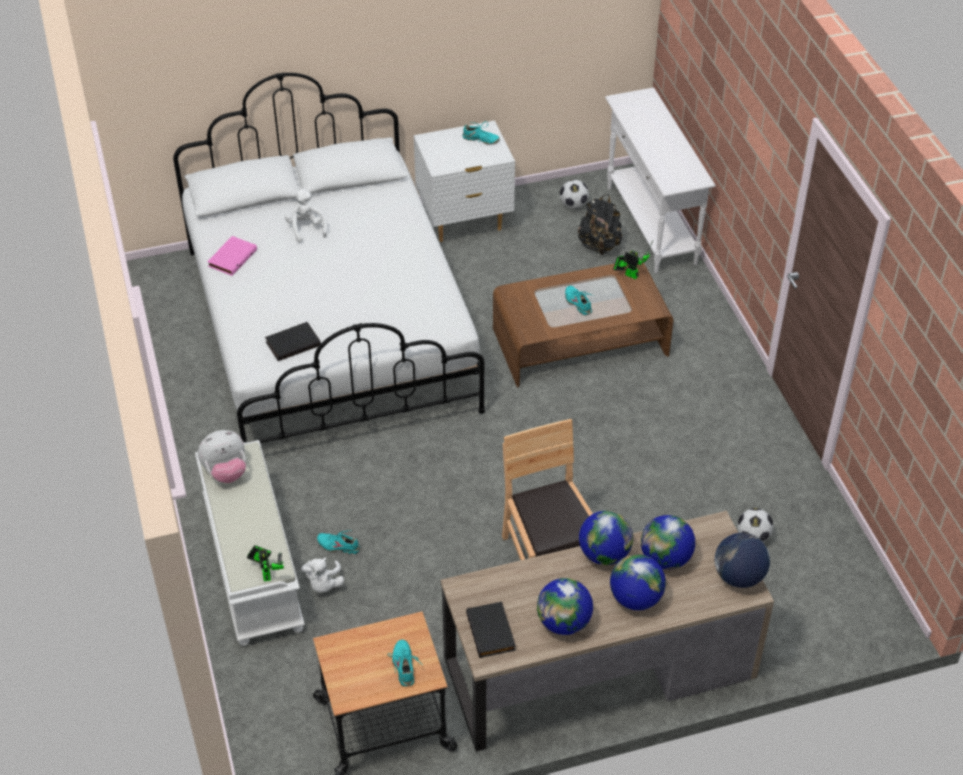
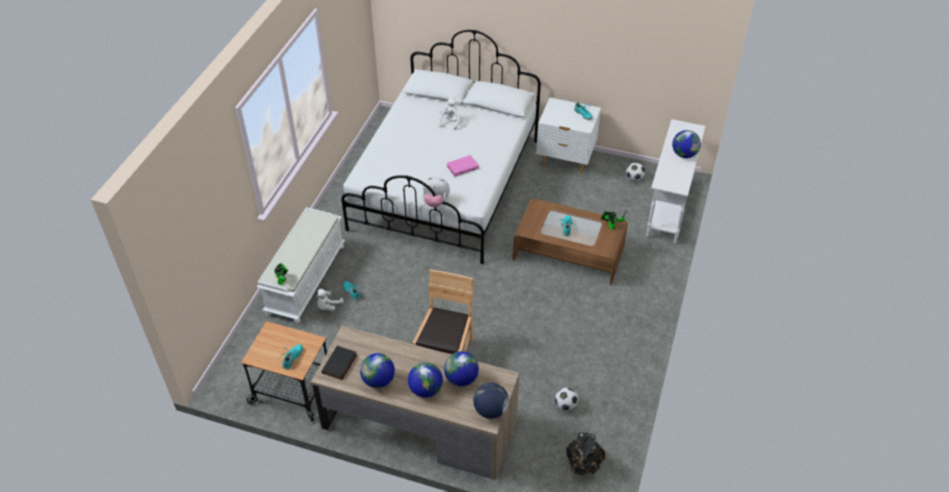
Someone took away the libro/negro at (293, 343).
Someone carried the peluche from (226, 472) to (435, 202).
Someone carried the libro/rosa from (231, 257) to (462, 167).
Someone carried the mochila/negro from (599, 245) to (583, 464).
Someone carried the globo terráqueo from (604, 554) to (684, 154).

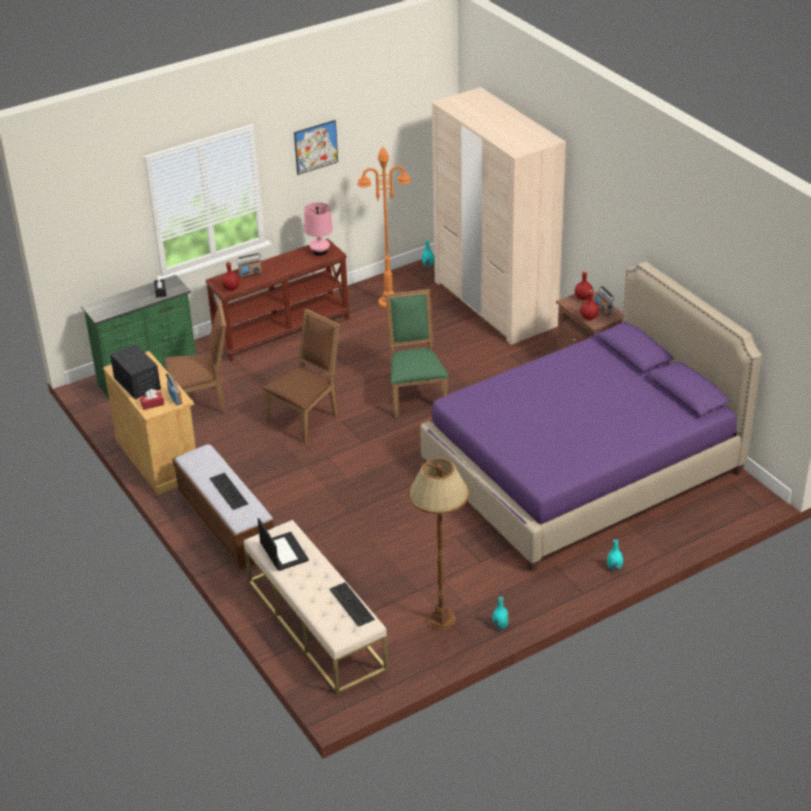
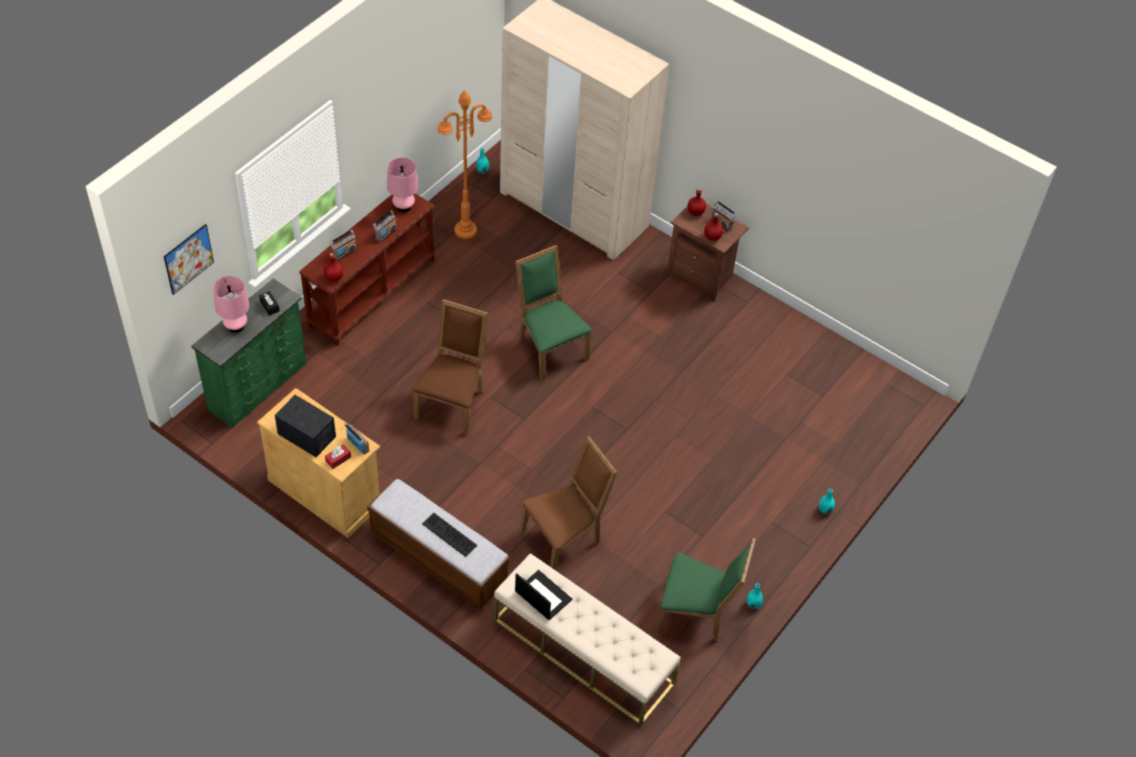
Someone took away the teclado at (350, 604).
Someone took away the cama/morado at (582, 469).
Someone put down the lámpara de mesa/rosa at (236, 326).
Someone put down the radio at (386, 234).
Someone carried the silla/marrón from (201, 404) to (564, 537).
Someone carried the cuadro from (316, 147) to (188, 259).
Someone swapped the lámpara de pie/marrón at (440, 620) for the silla/verde at (696, 613).

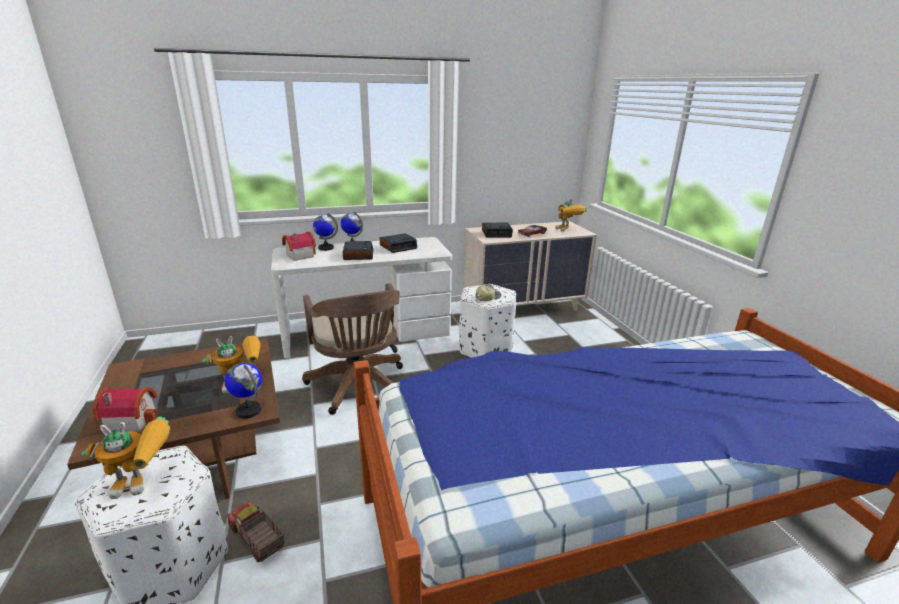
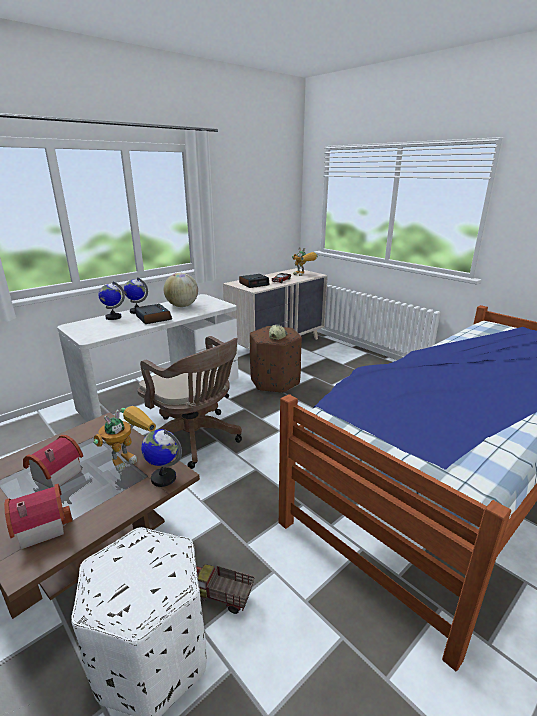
Someone took away the robot de juguete at (144, 482).
Someone carried the casita from (298, 255) to (54, 475).
Someone swapped the despertador at (398, 247) for the globo terráqueo at (182, 306).
Someone repainted the puf/blanco at (485, 348), which became the puf/marrón at (274, 381).

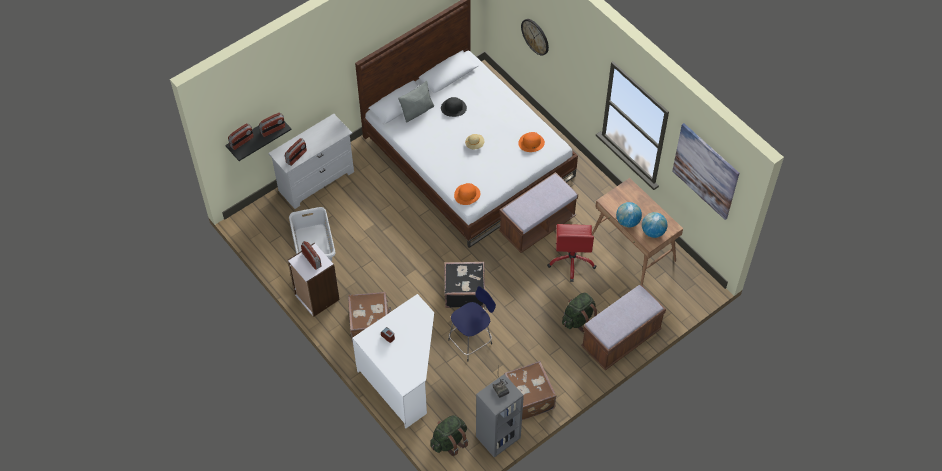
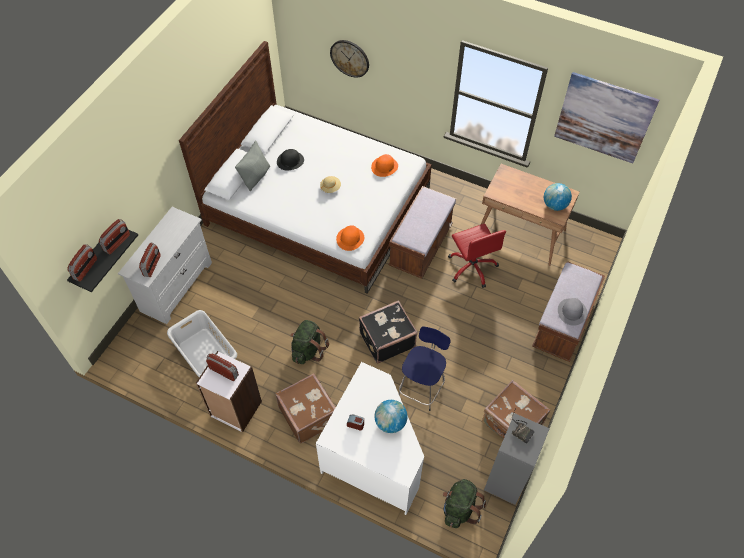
Someone put down the sombrero/gris at (572, 312).
Someone carried the mochila/verde from (578, 319) to (308, 350).
Someone carried the globo terráqueo from (627, 221) to (390, 422).

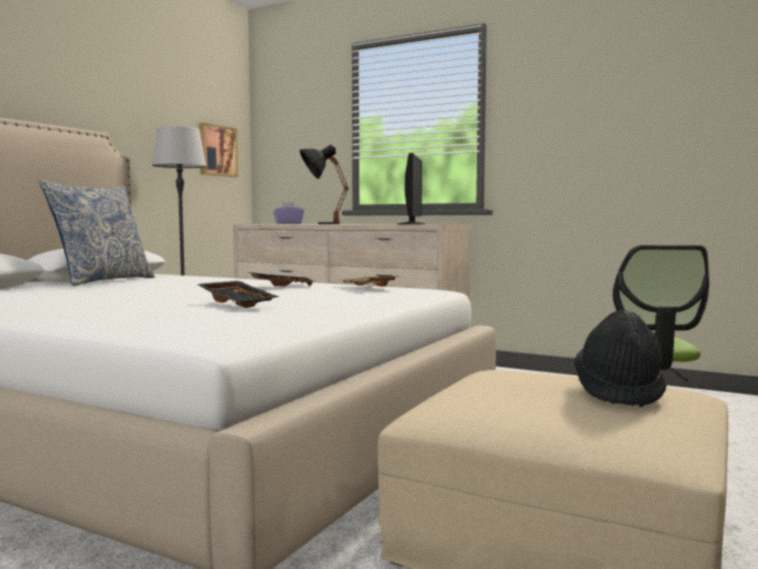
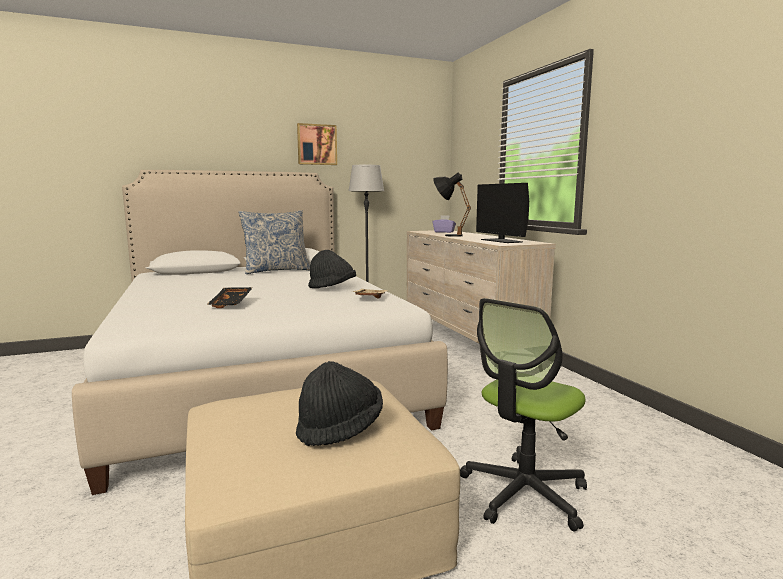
Someone carried the cuadro from (216, 151) to (316, 144).
Someone swapped the bandeja/negro at (281, 286) for the sombrero/negro at (332, 288).
Someone rotated the monitor at (412, 224) by 105 degrees clockwise.

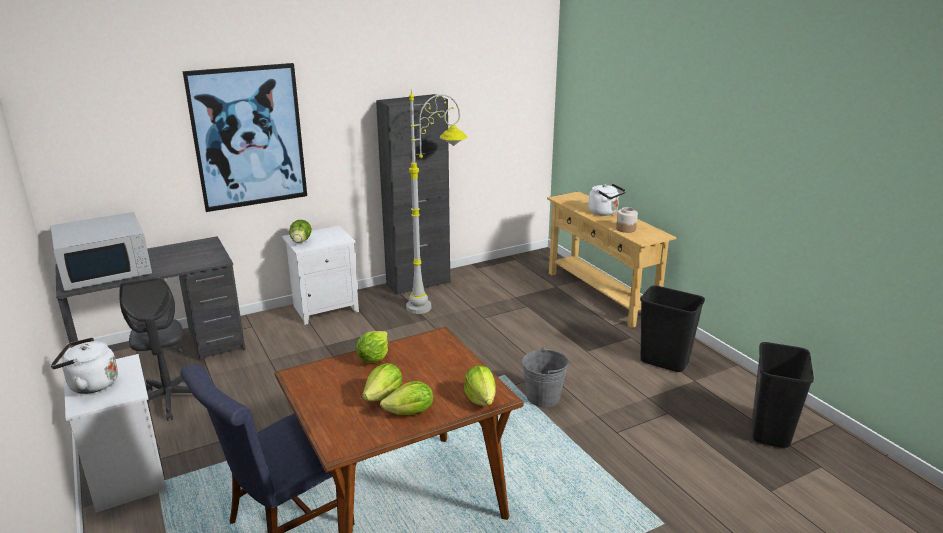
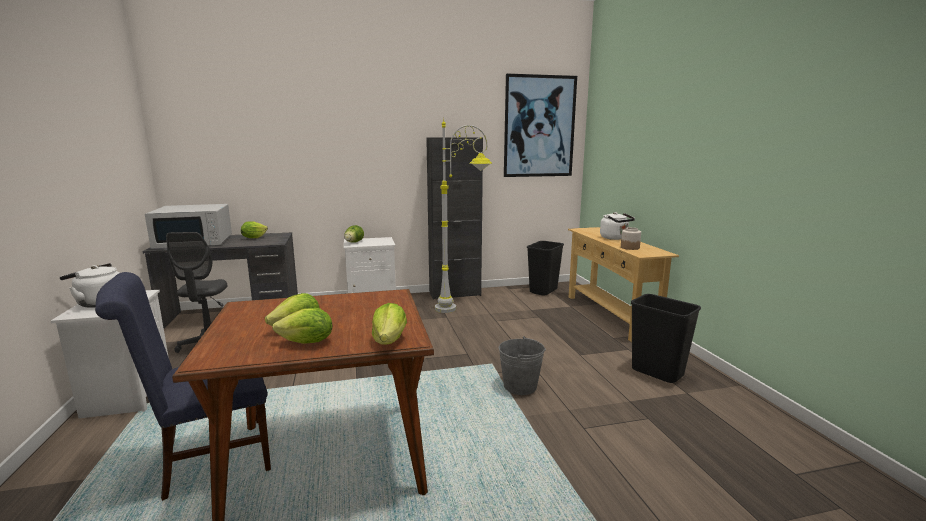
Someone carried the cuadro from (248, 137) to (539, 126).
Someone carried the lechuga from (373, 358) to (254, 238).
Someone carried the papelera/negro from (771, 432) to (543, 291).

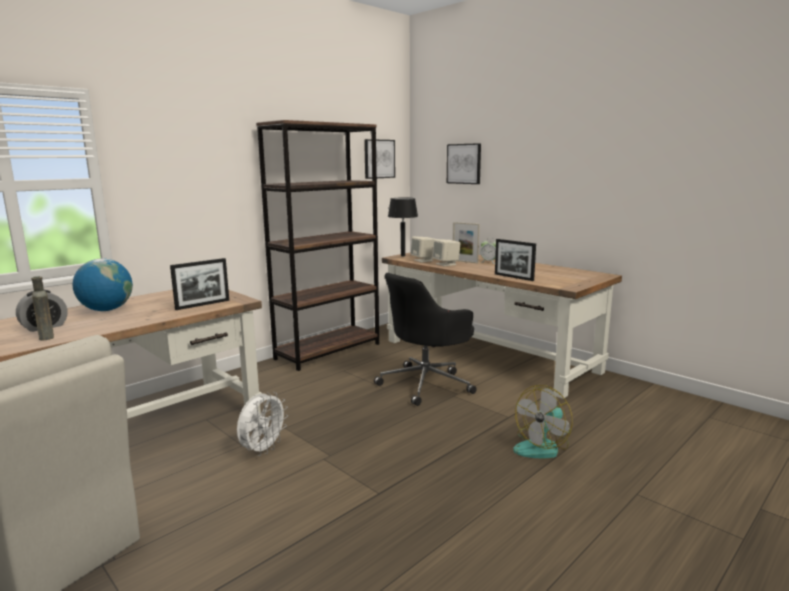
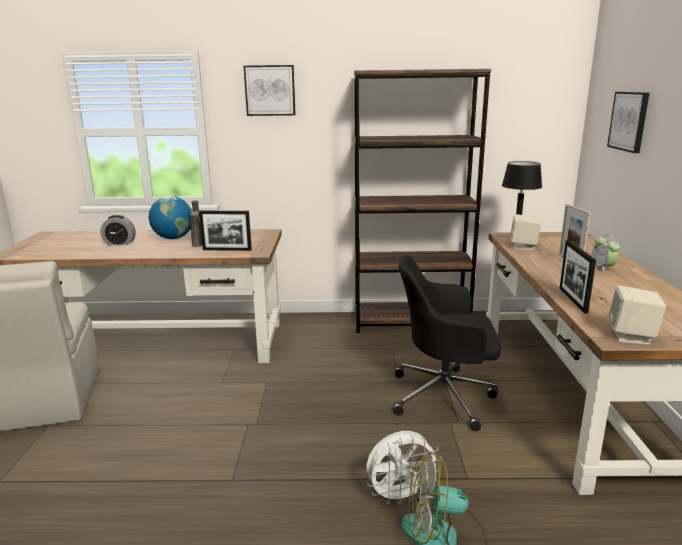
Someone carried the botella/marrón from (47, 337) to (198, 244).
Someone carried the ventilador/blanco from (263, 449) to (400, 496).
Someone carried the cuadro from (379, 159) to (270, 90).
Someone carried the altavoz/beis from (446, 264) to (631, 337).

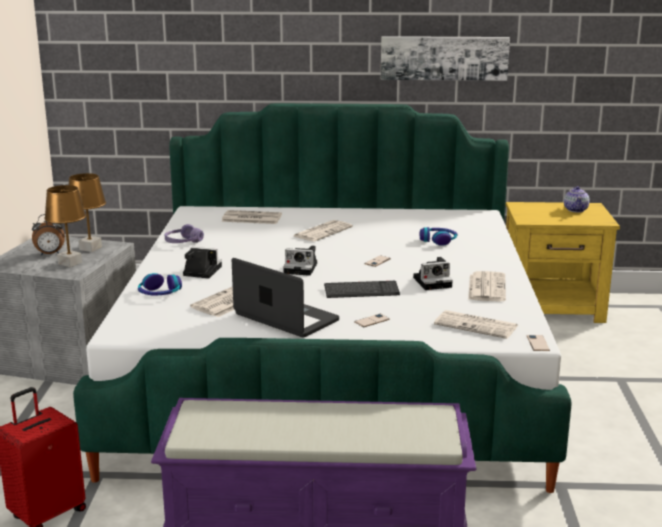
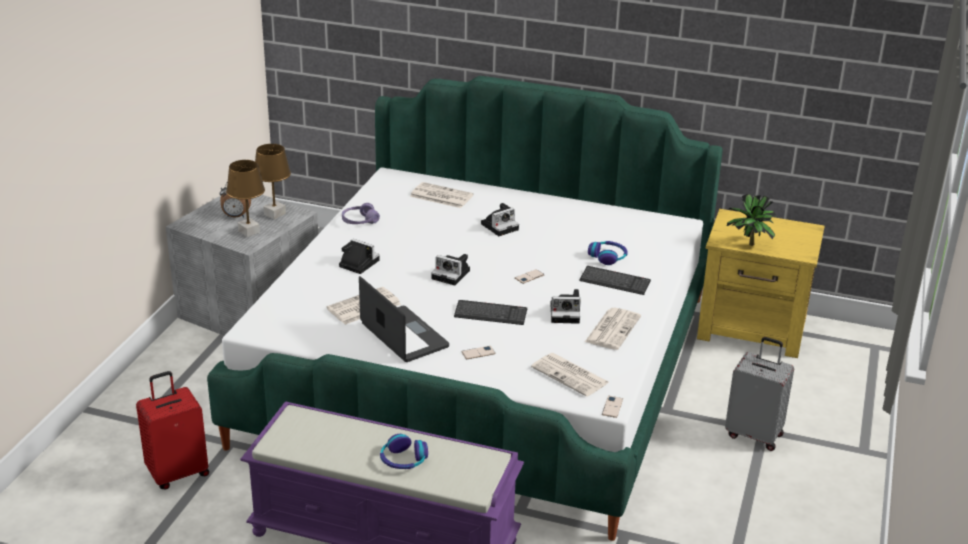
Someone took away the cuadro at (444, 58).
Someone took away the tetera at (576, 210).
Someone put down the teclado at (615, 282).
Someone put down the maleta/gris at (754, 434).
Someone put down the planta en maceta at (748, 245).
Someone carried the auriculares from (159, 293) to (403, 460).
Someone swapped the periódico at (322, 231) for the cámara at (500, 226).

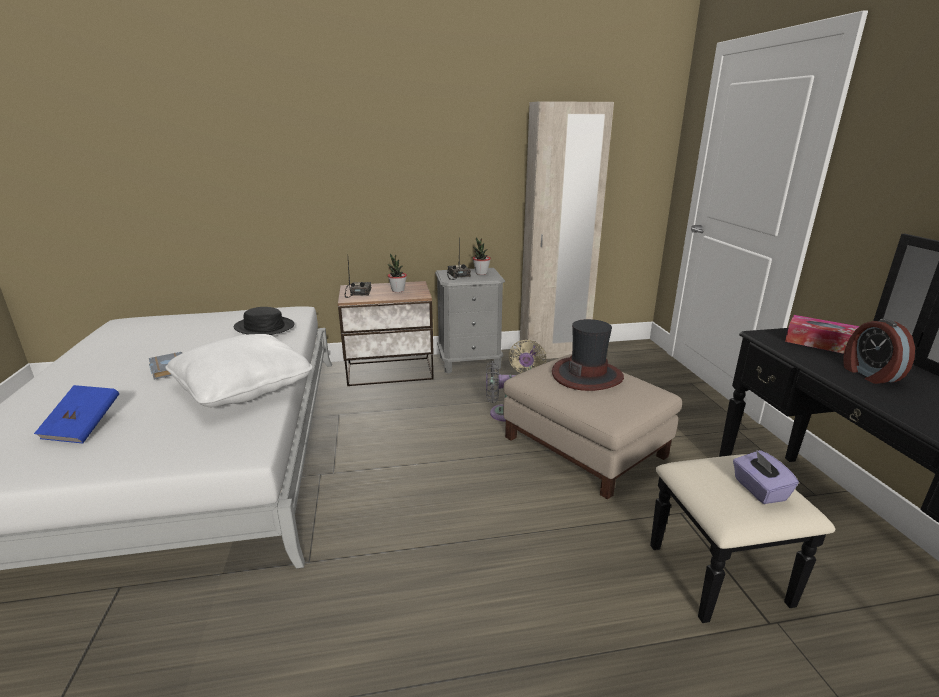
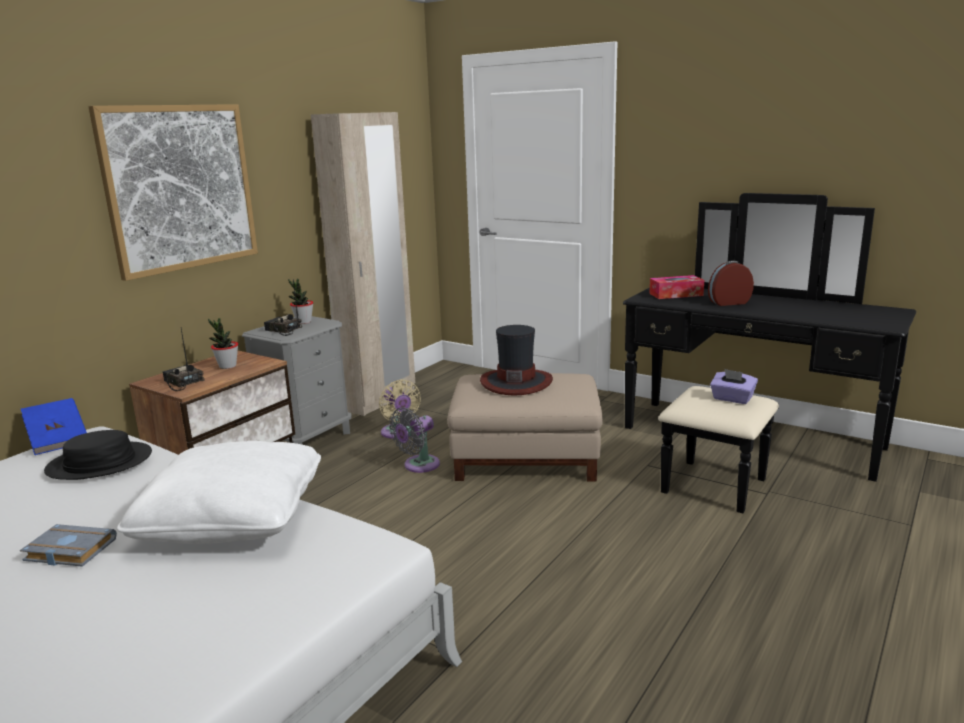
Someone put up the cuadro at (180, 188).
Someone carried the libro/azul from (83, 427) to (58, 440).
Someone rotated the despertador at (869, 374) by 135 degrees clockwise.

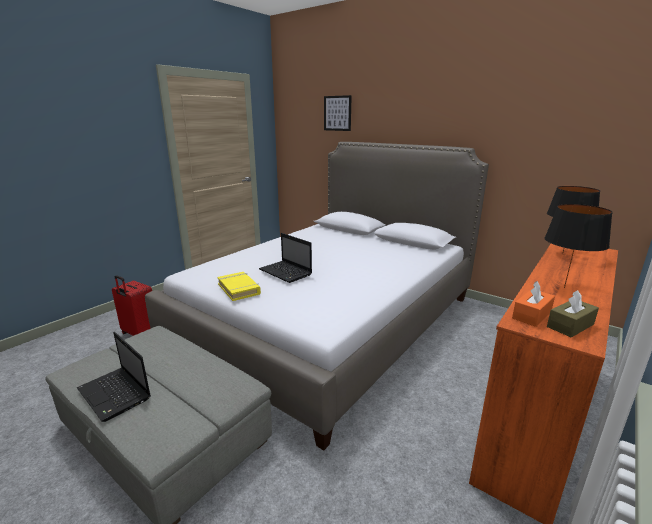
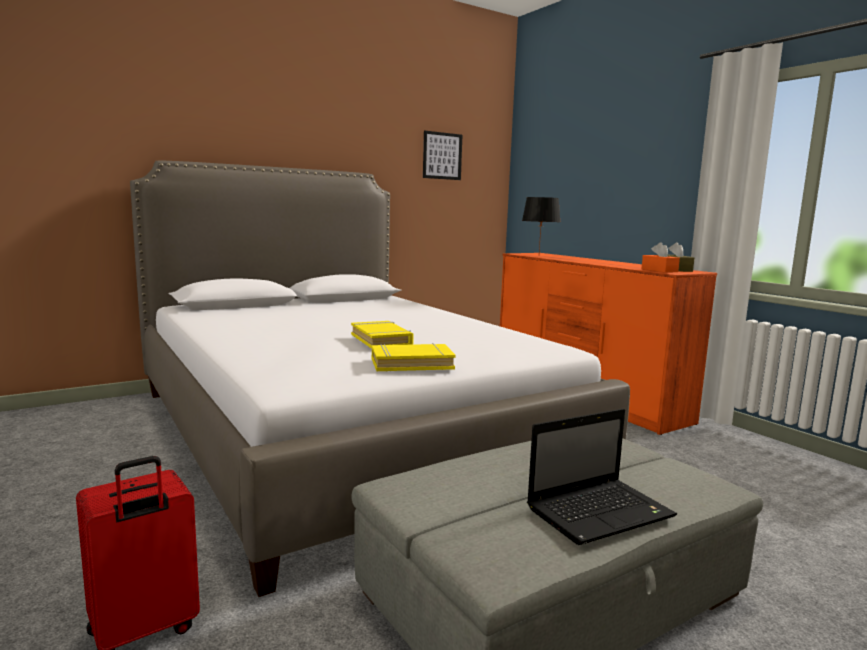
Someone took away the lámpara de mesa/negro at (563, 287).
Someone carried the cuadro from (337, 113) to (442, 156).
Someone swapped the portátil at (286, 272) for the libro/amarillo at (381, 340).

